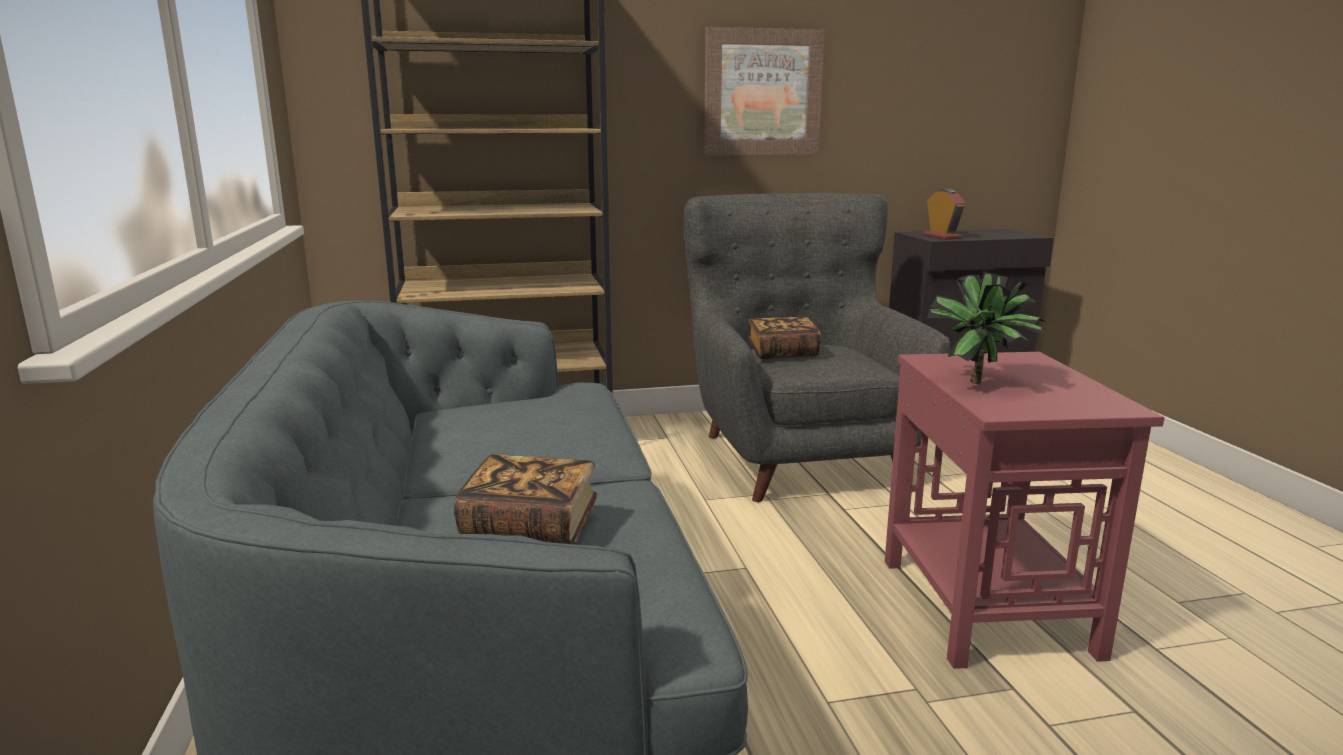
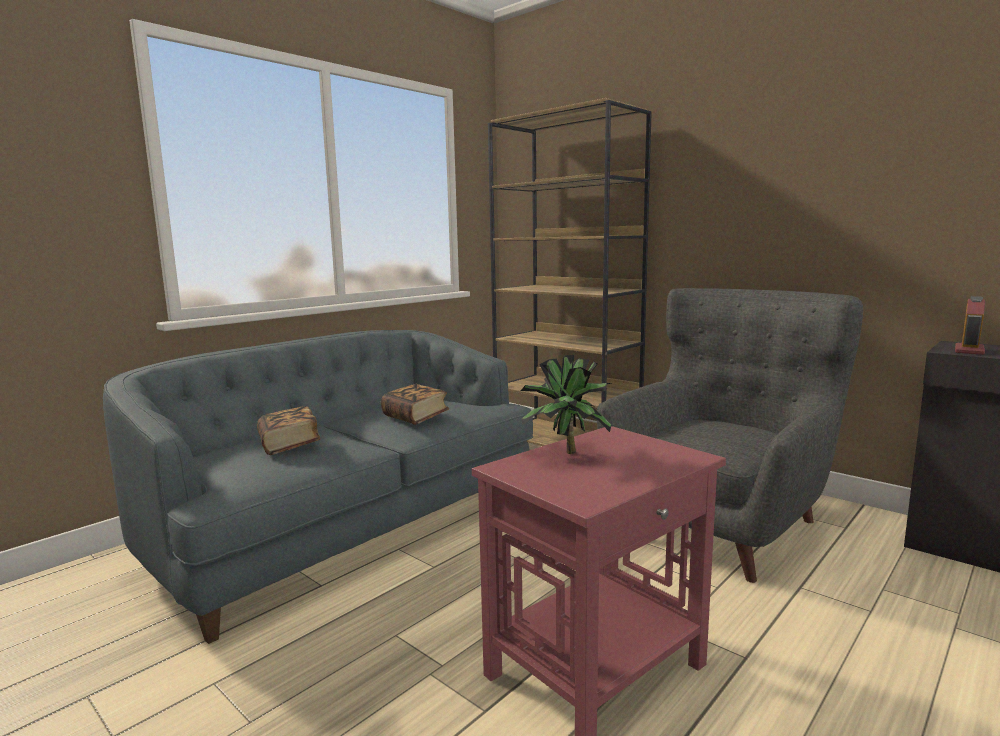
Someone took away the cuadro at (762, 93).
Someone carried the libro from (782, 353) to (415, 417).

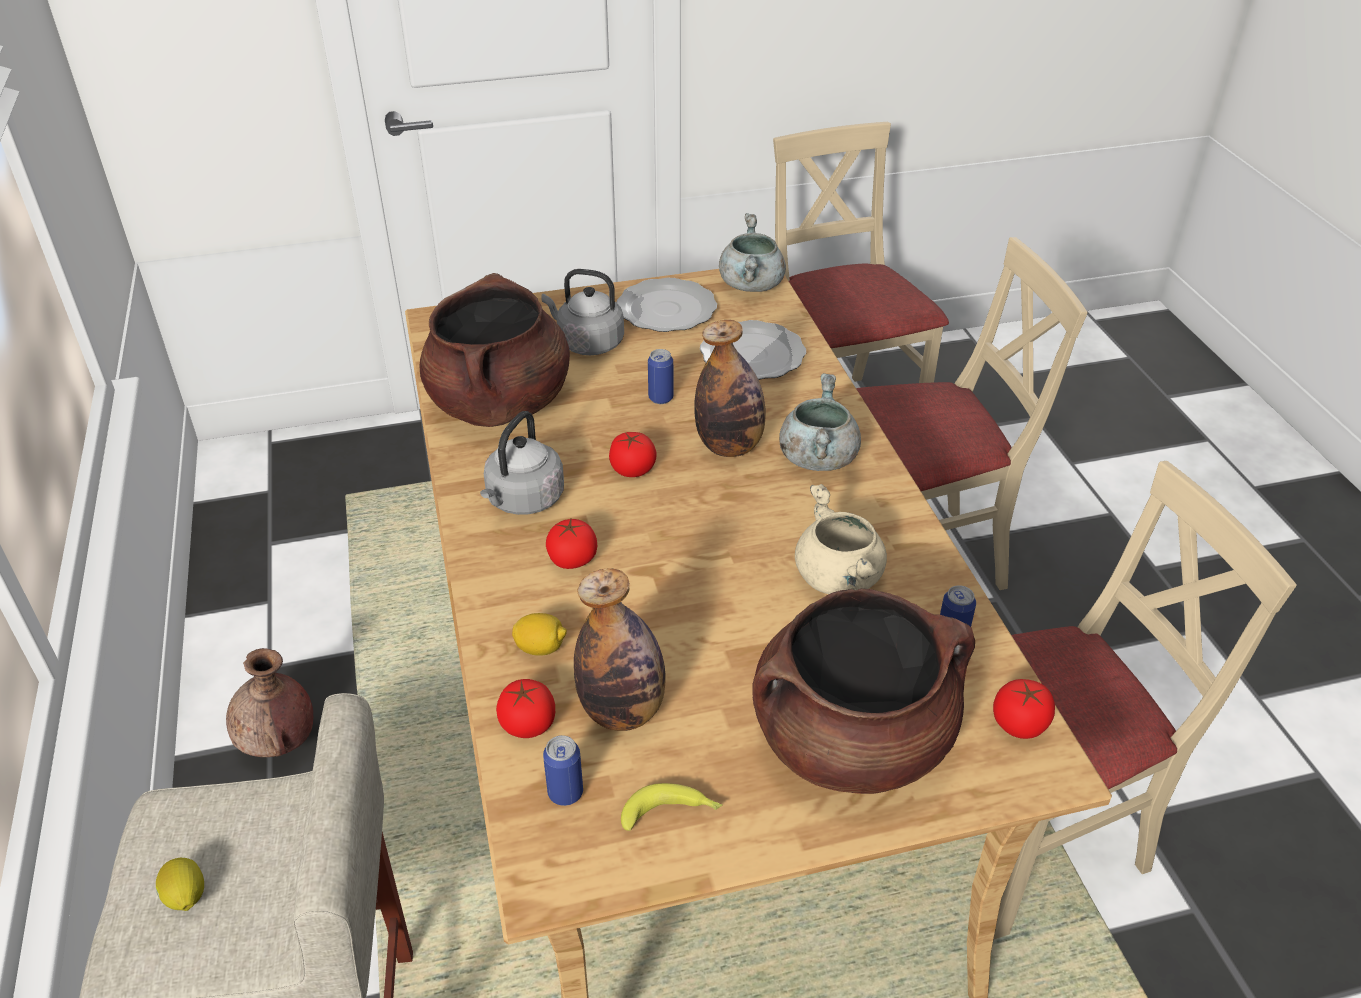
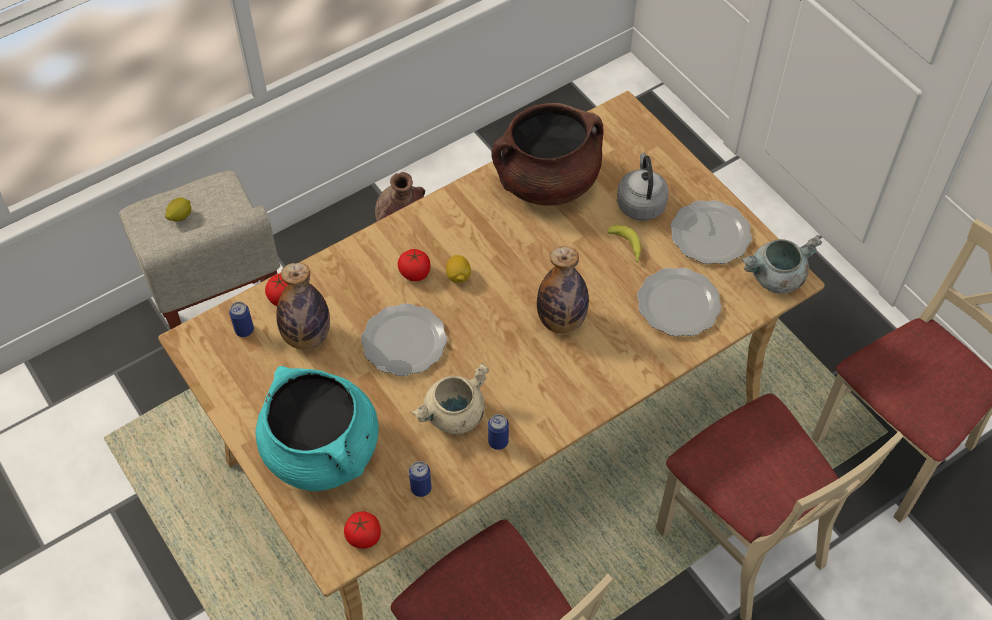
Someone took away the hervidor/gris at (523, 501).
Someone took away the tomate at (632, 469).
Someone took away the olla/gris at (817, 457).
Someone put down the plato at (403, 341).
Someone carried the limón from (540, 648) to (458, 276).
Someone carried the plátano from (672, 814) to (627, 247).
Someone carried the lata from (660, 398) to (498, 442).
Someone repainted the olla/marrón at (851, 739), which became the olla/turquesa at (322, 451).

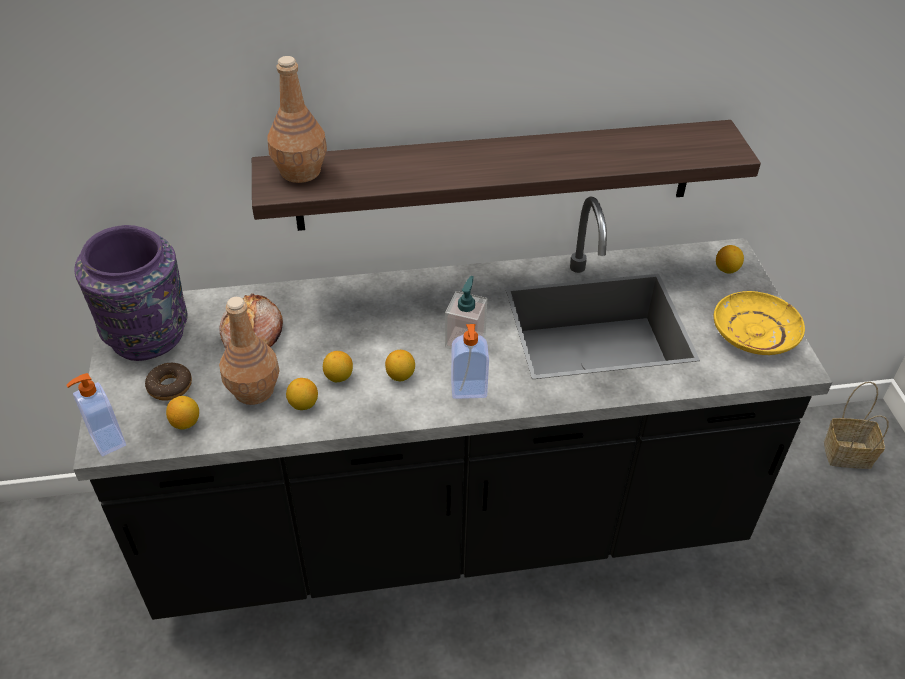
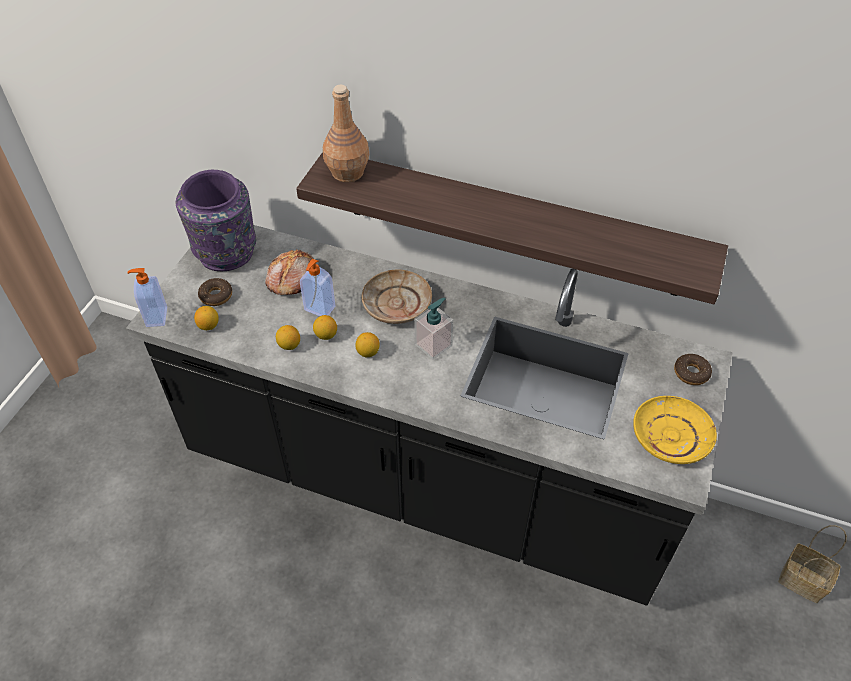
Someone took away the botella/marrón at (254, 390).
Someone put down the plato/beis at (396, 304).
Someone carried the dispensador de jabón from (469, 390) to (319, 309).
Someone swapped the limón at (726, 269) for the rosquilla at (691, 373).

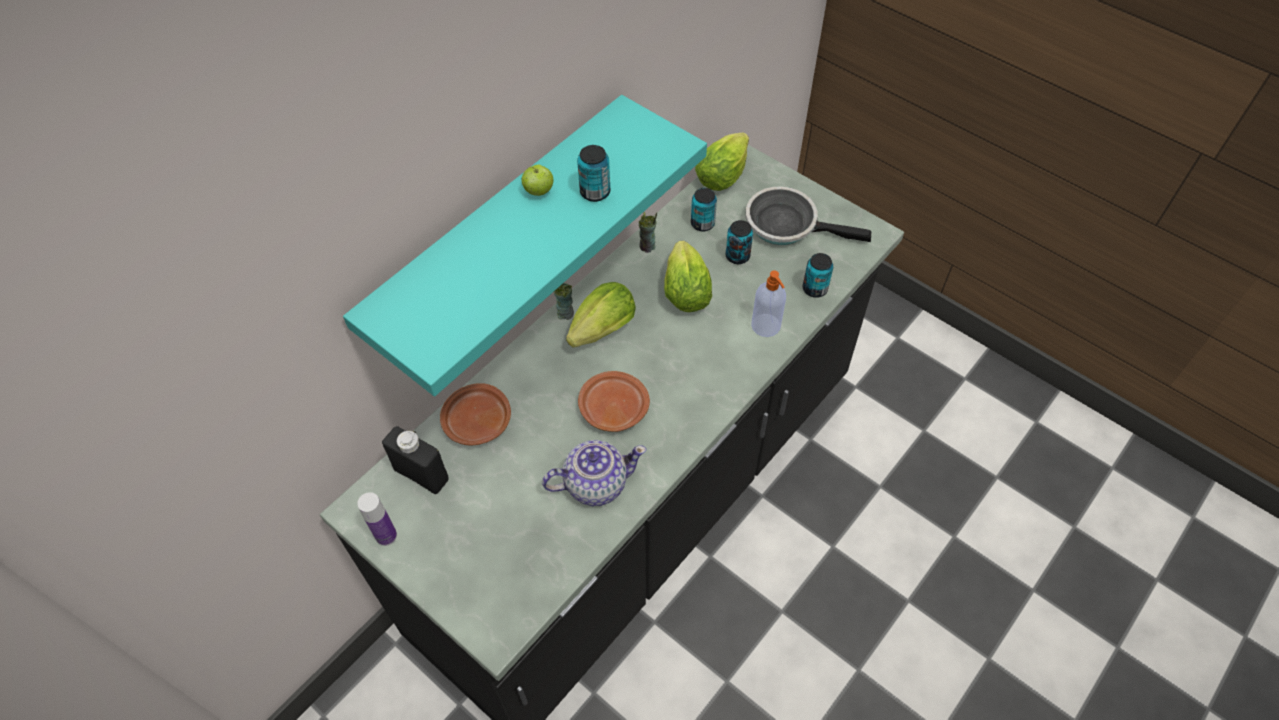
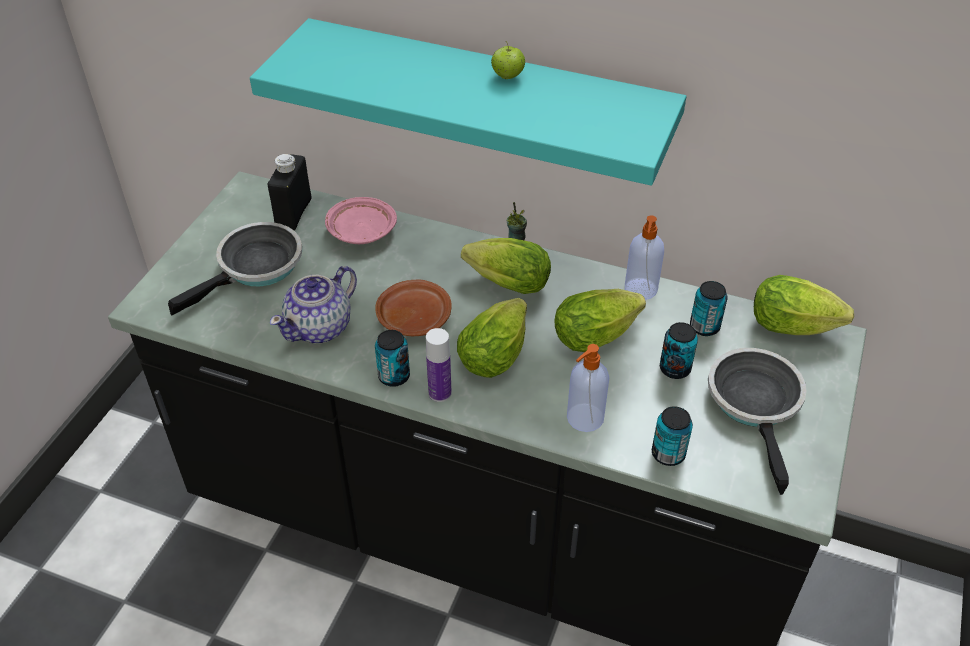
Someone put down the sartén at (255, 268).
Someone put down the lechuga at (497, 352).
Someone carried the botella from (386, 535) to (440, 393).
Someone carried the lata from (595, 192) to (394, 376).
Someone swapped the taza at (647, 247) for the dispensador de jabón at (640, 290).
Someone repainted the plato/marrón at (477, 422), which became the plato/rosa at (361, 230).
Someone rotated the tetera at (595, 483) by 75 degrees clockwise.

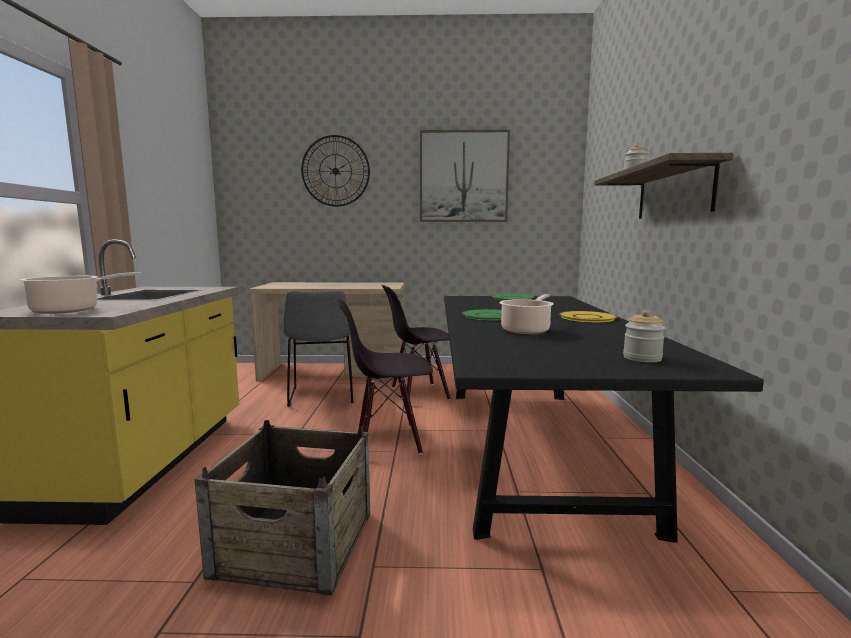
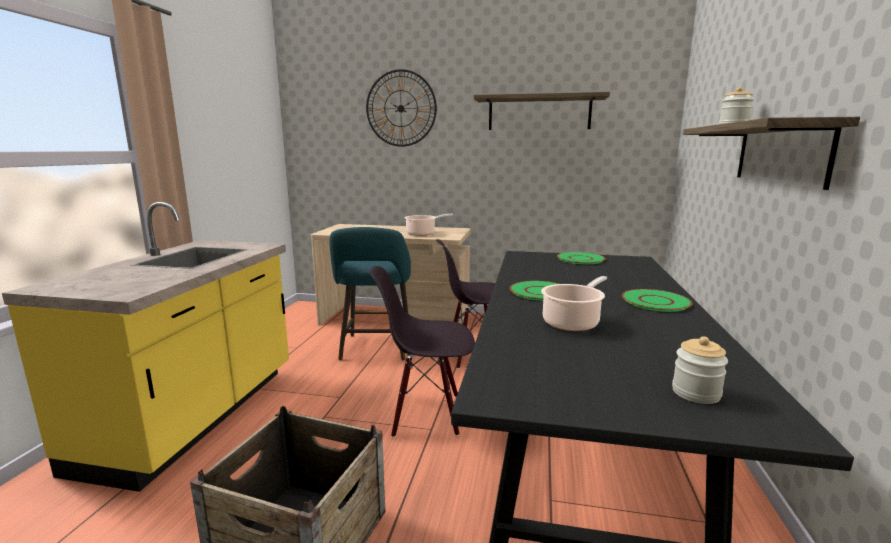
Someone carried the olla from (70, 310) to (422, 234).
Someone swapped the silla/gris at (322, 396) for the taburete/turquesa at (375, 349).
Someone swapped the cuadro at (463, 177) for the estante at (539, 113).
Someone repainted the plato/amarillo at (587, 318), which became the plato/verde at (656, 301).

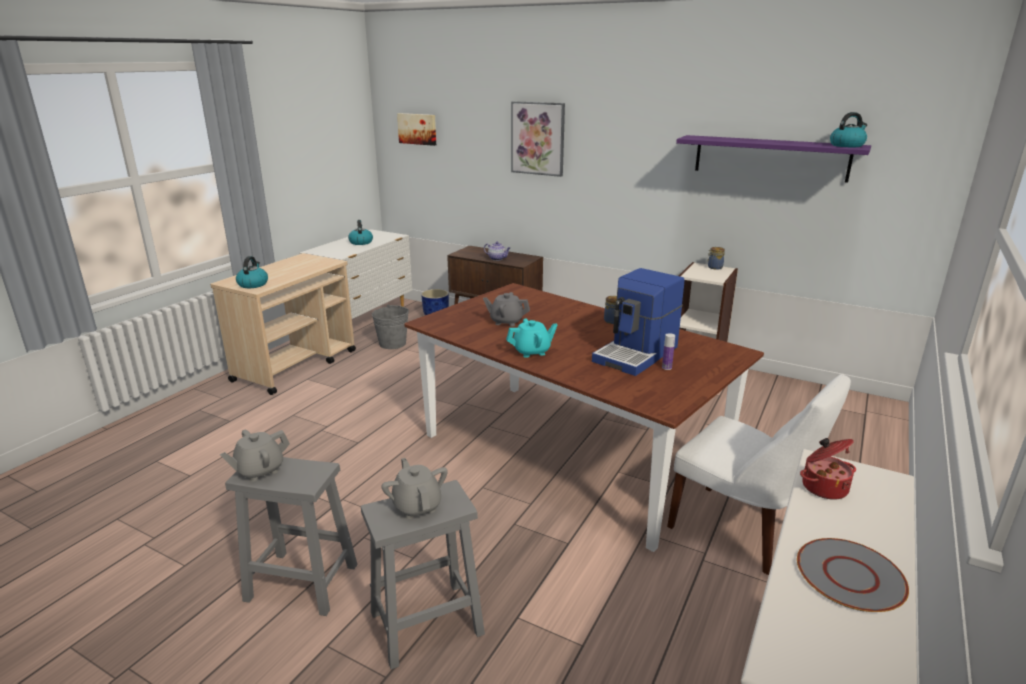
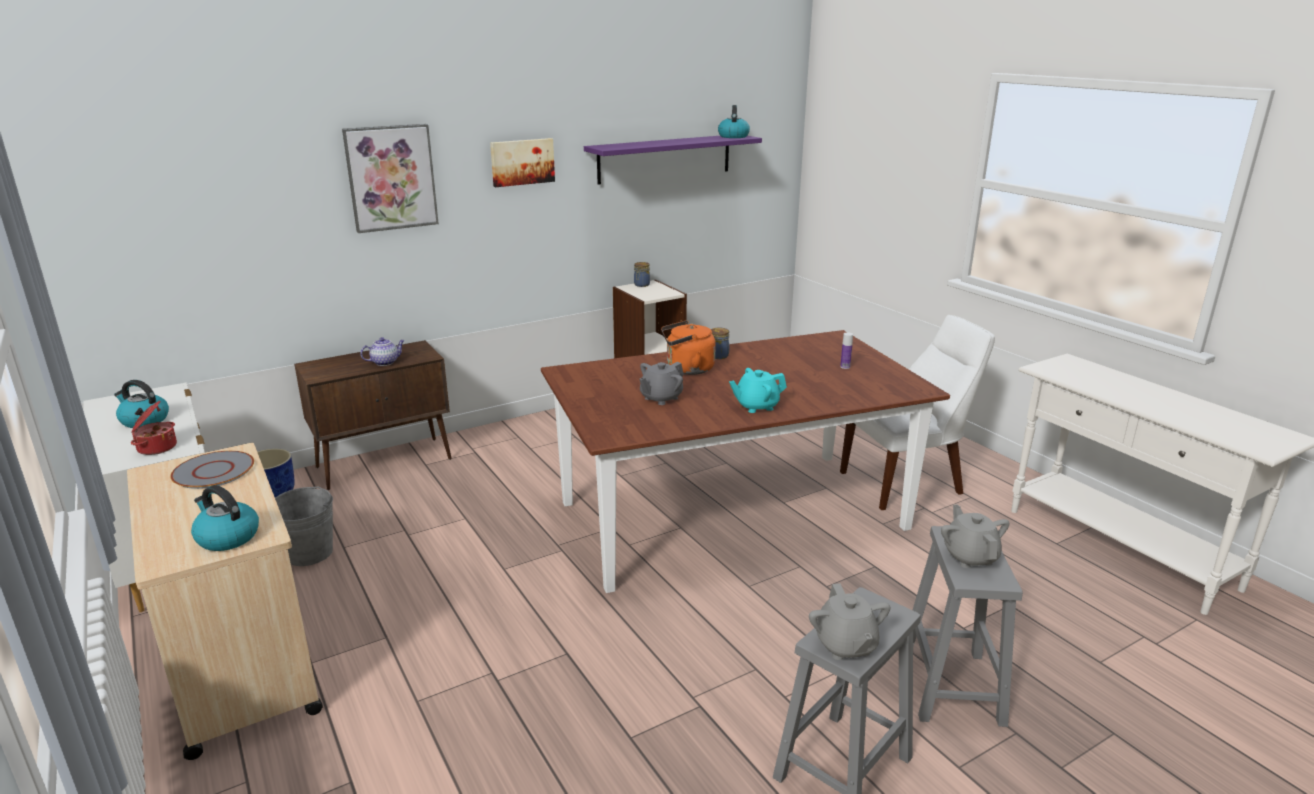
Someone took away the cafetera at (637, 354).
Someone put down the hervidor/naranja at (687, 369).
Someone carried the cuadro from (417, 129) to (522, 162).
Someone carried the plato/gris from (849, 575) to (213, 471).
Someone carried the olla from (823, 487) to (156, 447).
Someone rotated the tetera/gris at (417, 506) by 75 degrees clockwise.
Someone rotated the tetera/turquesa at (532, 351) by 120 degrees counterclockwise.

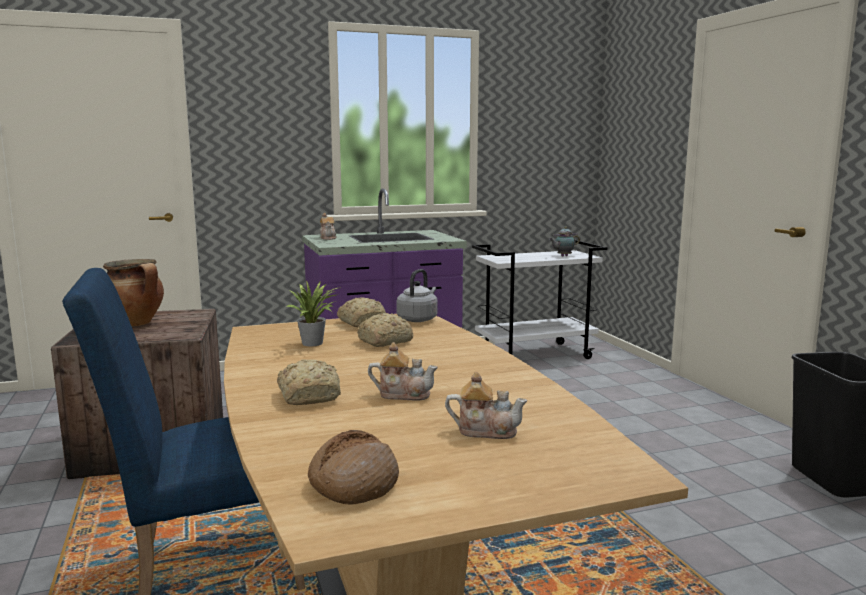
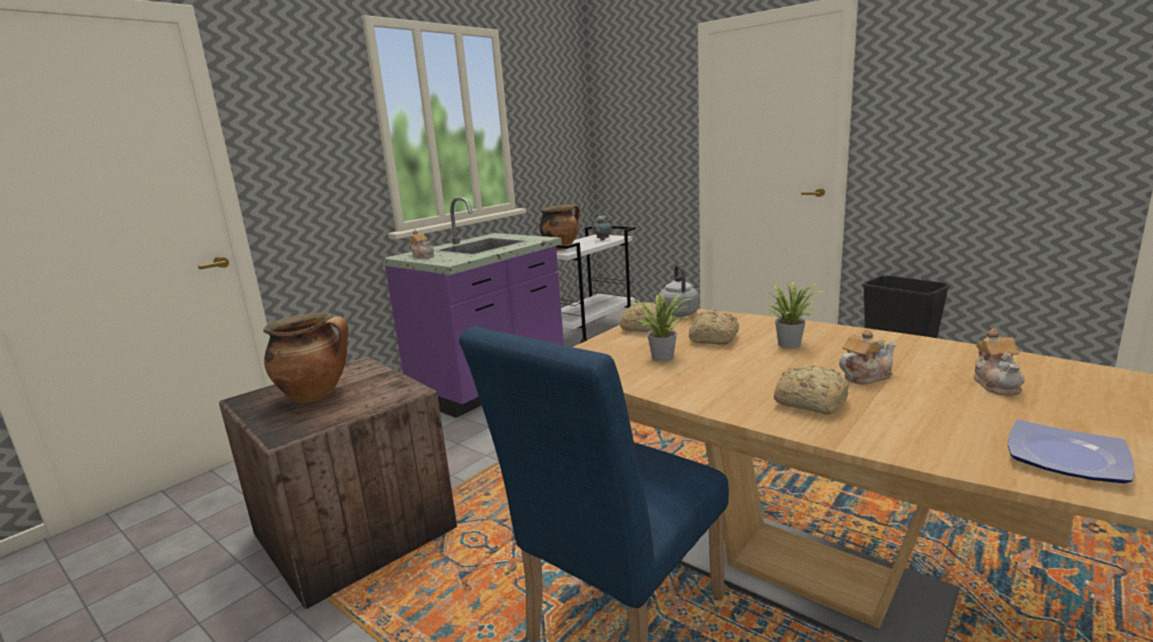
Someone put down the olla at (561, 248).
Someone put down the planta en maceta at (790, 343).
Someone swapped the pan at (353, 483) for the plato at (1064, 458).
Someone rotated the tetera at (485, 430) by 120 degrees clockwise.

